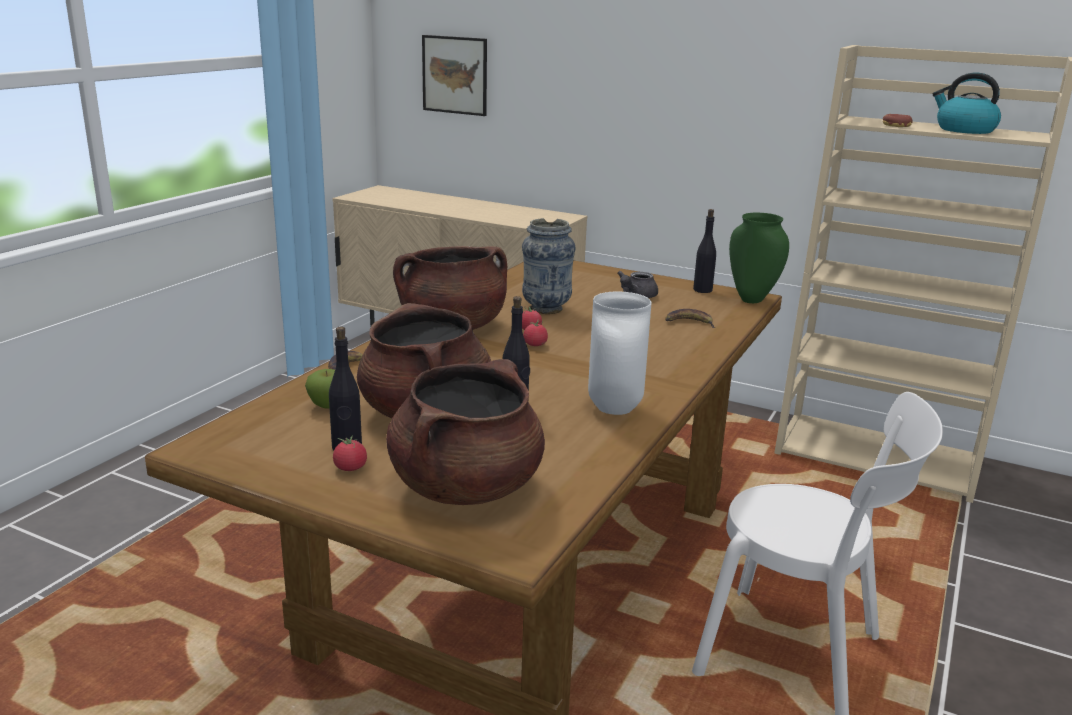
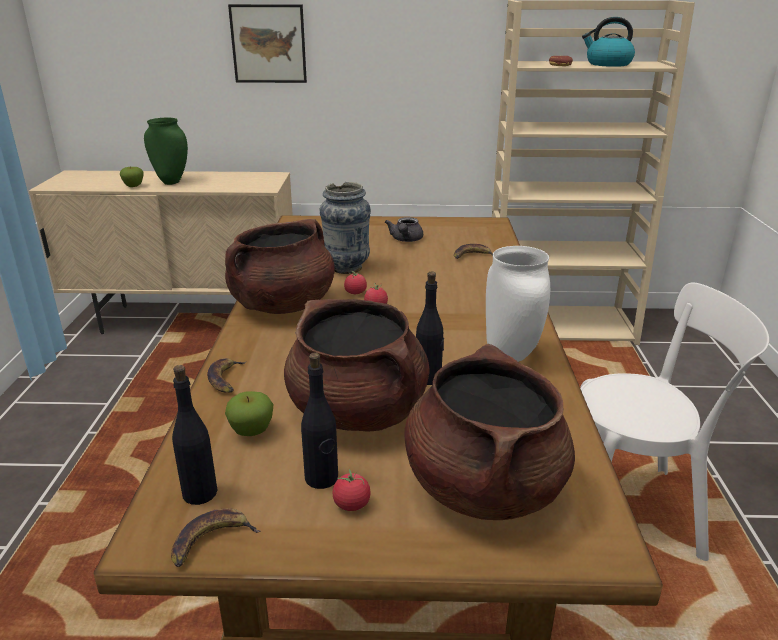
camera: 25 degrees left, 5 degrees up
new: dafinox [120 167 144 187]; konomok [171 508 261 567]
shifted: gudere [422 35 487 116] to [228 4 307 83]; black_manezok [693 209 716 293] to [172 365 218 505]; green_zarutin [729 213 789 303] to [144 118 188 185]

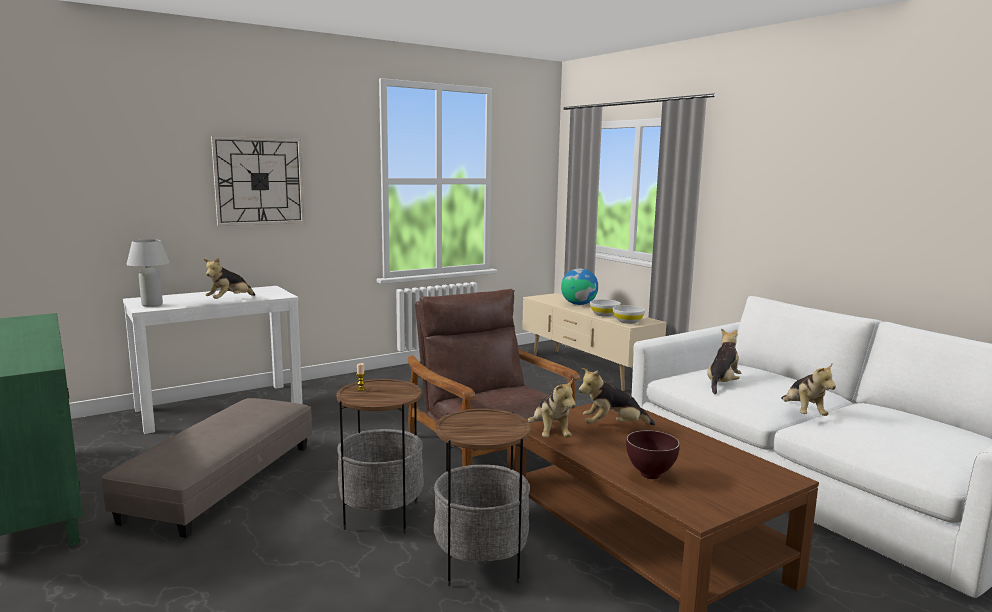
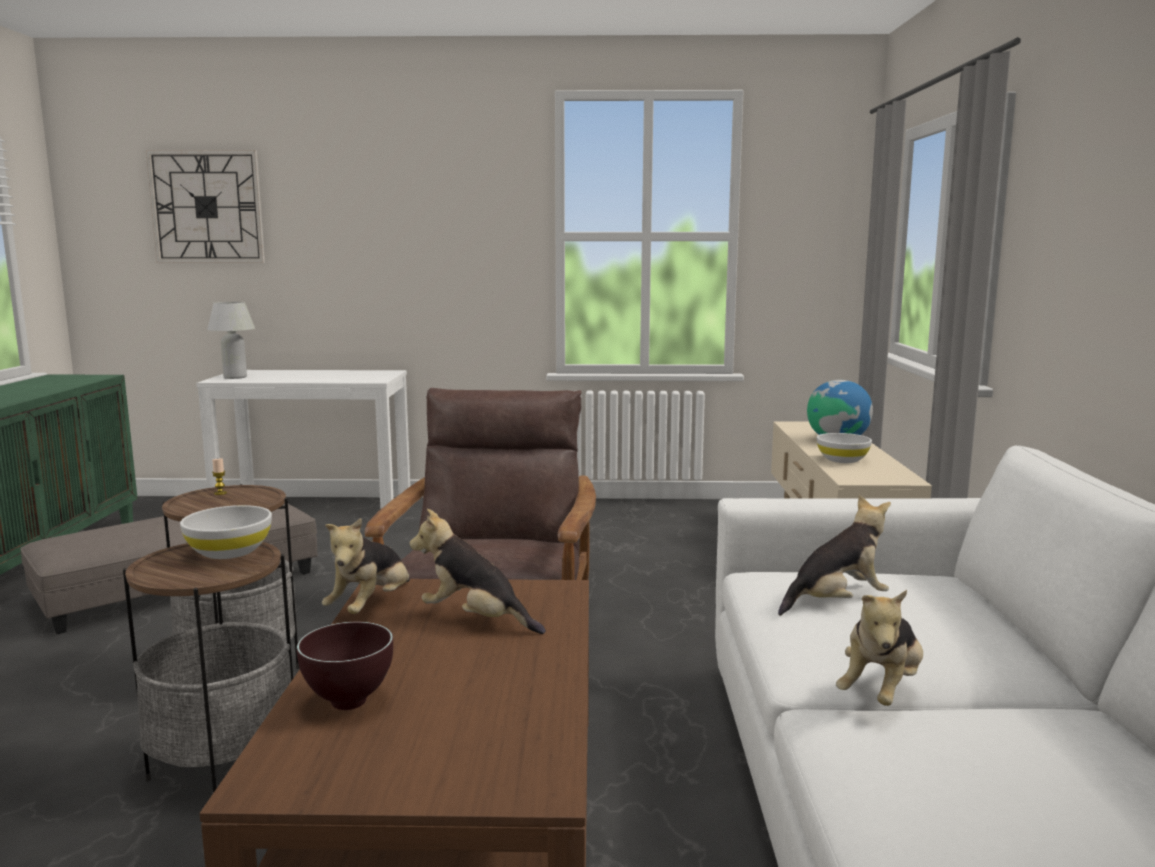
camera: 35 degrees right, 0 degrees up
gone: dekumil [204 257 255 299]
shifted: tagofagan [211 136 305 226] to [146 150 265 263]; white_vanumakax [613 306 645 324] to [180 505 272 559]

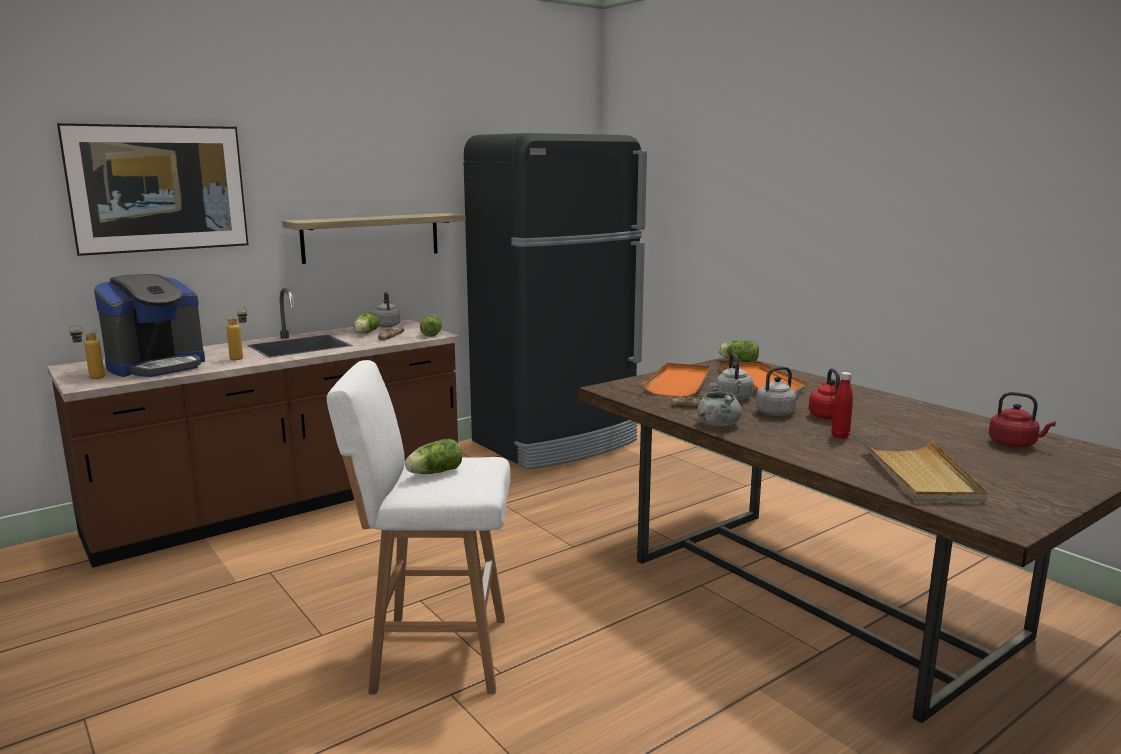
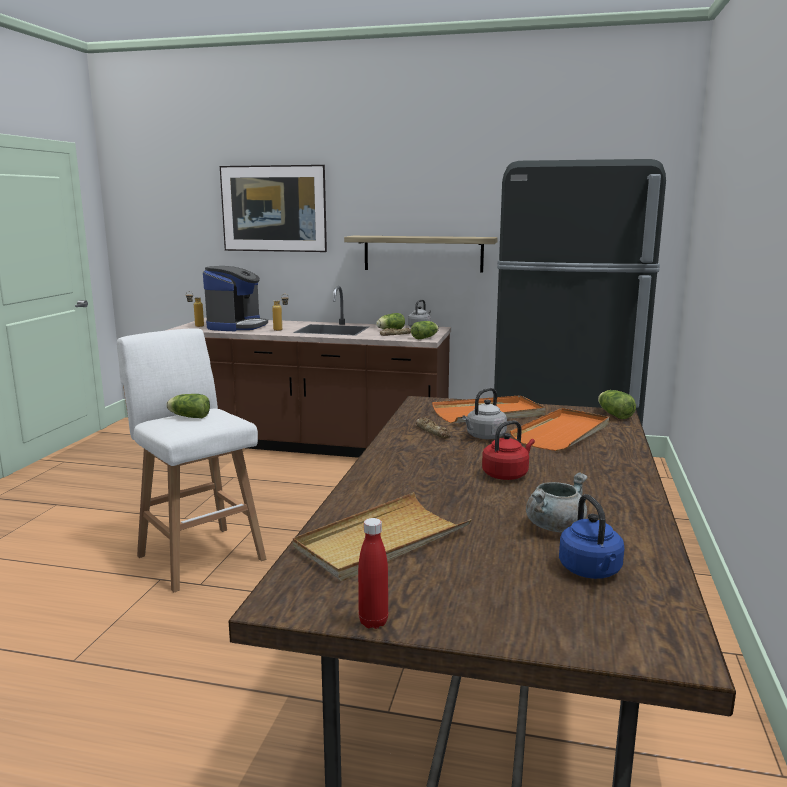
camera: 50 degrees right, 0 degrees up
gone: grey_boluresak [756 367 805 416]
shifted: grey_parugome [697 383 742 426] to [526 472 588 532]; red_manezok [831 372 853 439] to [358 518 388 629]
repainted: red_boluresak [989 392 1056 447] to blue_boluresak [559 494 624 579]
rotated: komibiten [94 274 205 377] = [203 266 268 331] 75 degrees counterclockwise

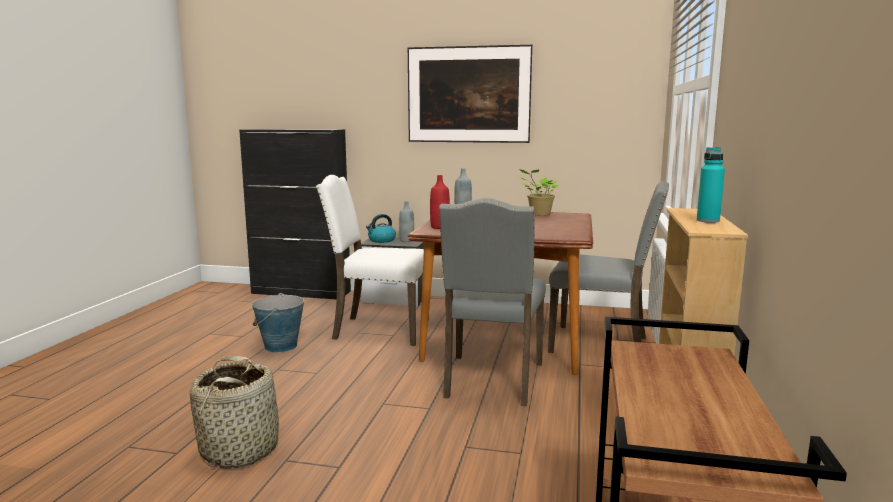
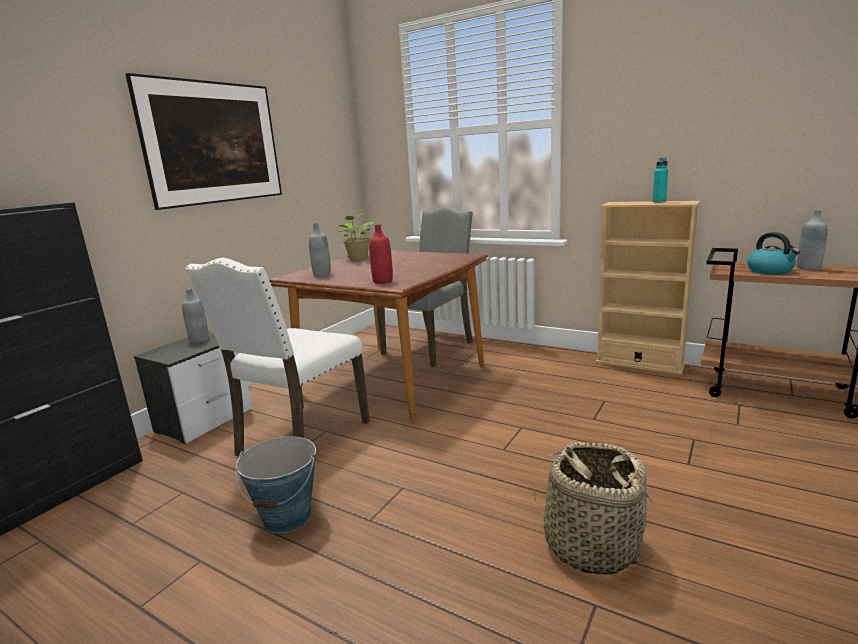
camera: 70 degrees left, 5 degrees up
gone: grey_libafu [439 198 546 406]
new: grey_manezok [797 209 828 270]
shifted: boluresak [366 214 396 243] to [747 232 800 274]

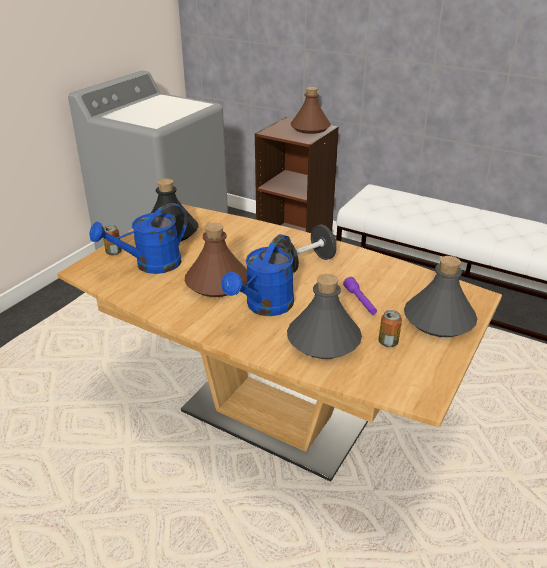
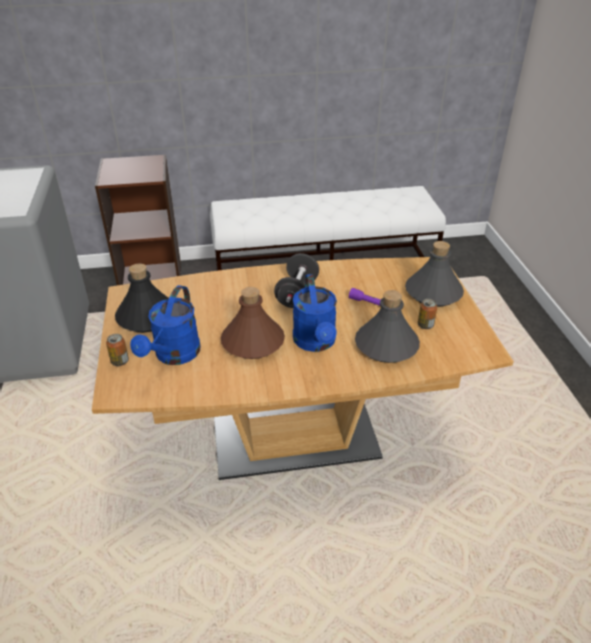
camera: 40 degrees left, 5 degrees up
gone: brown_manezok [290 87 331 134]

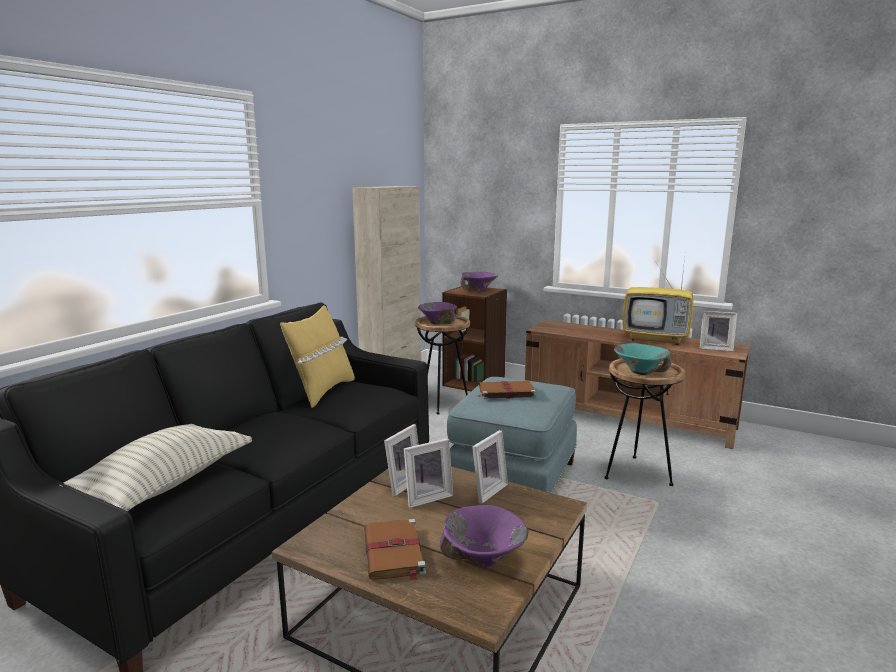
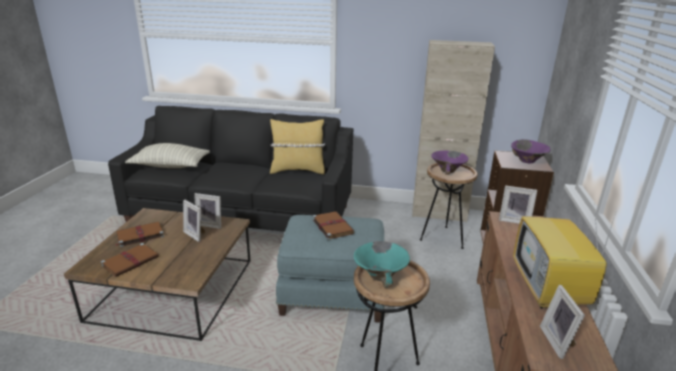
camera: 70 degrees right, 10 degrees up
shifted: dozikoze [472 430 508 504] to [499 185 537 224]
swapped: purple_vanumakax [440 505 528 568] to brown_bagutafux [101 243 159 277]

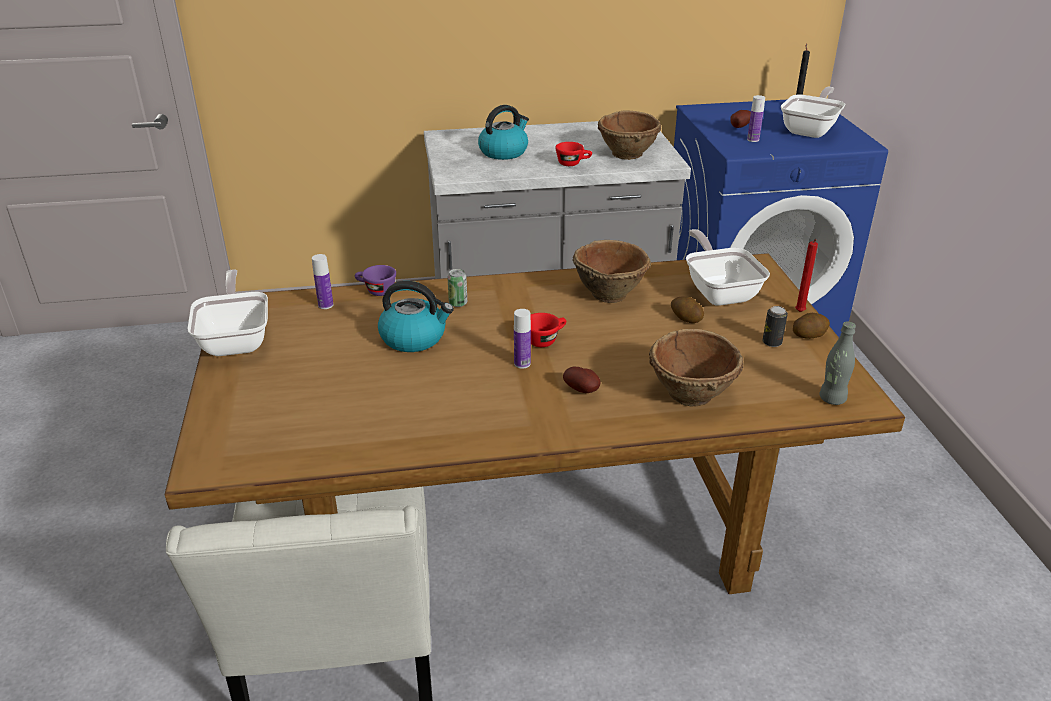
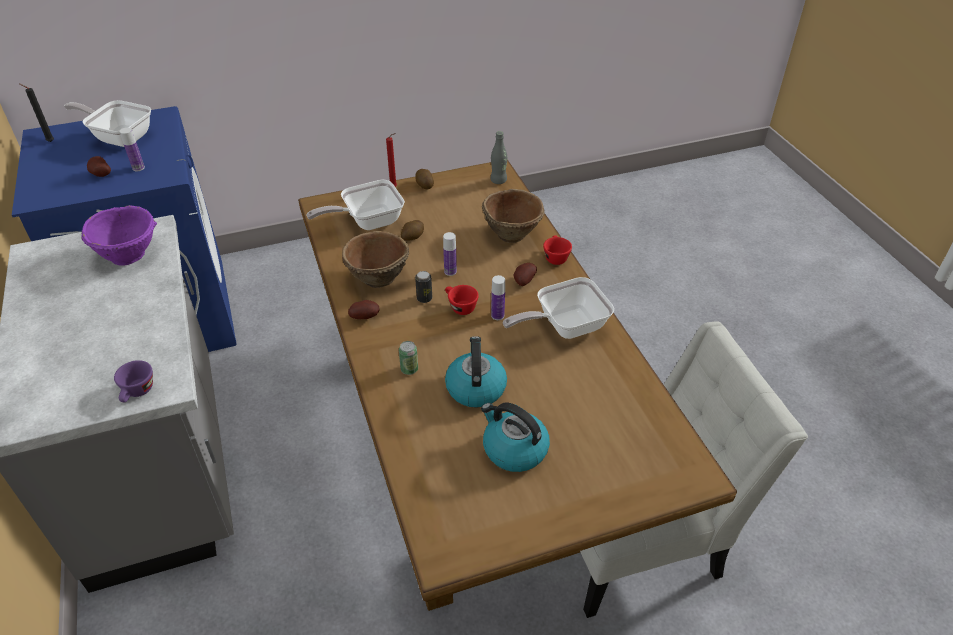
camera: 100 degrees left, 10 degrees up
new: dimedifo [348 300 380 319]
shifted: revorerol [187 269 268 356] to [503 277 614 339]; manezok [312 254 333 309] to [443 232 457 276]; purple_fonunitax [355 265 396 296] to [114 360 153 402]; boluresak [478 105 529 160] to [481 403 550 472]; red_fonunitax [555 142 592 166] to [543 235 572 265]; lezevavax [763 306 788 347] to [415 271 432 303]
repainted: brown_vanumakax [598 111 661 160] to purple_vanumakax [81 205 157 265]

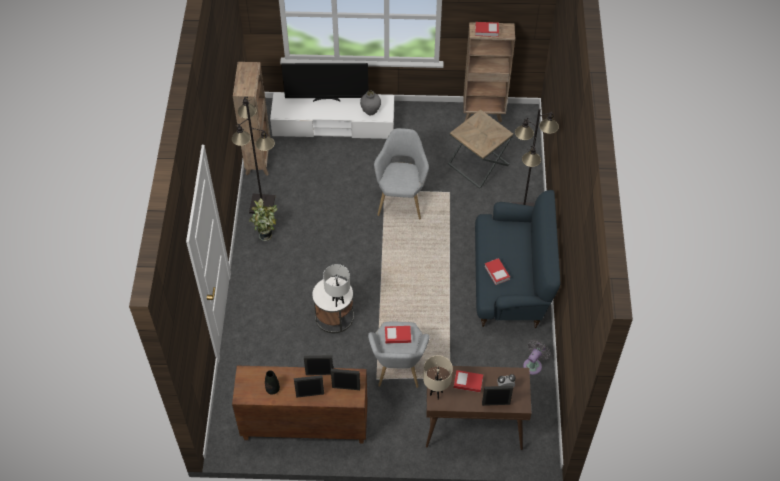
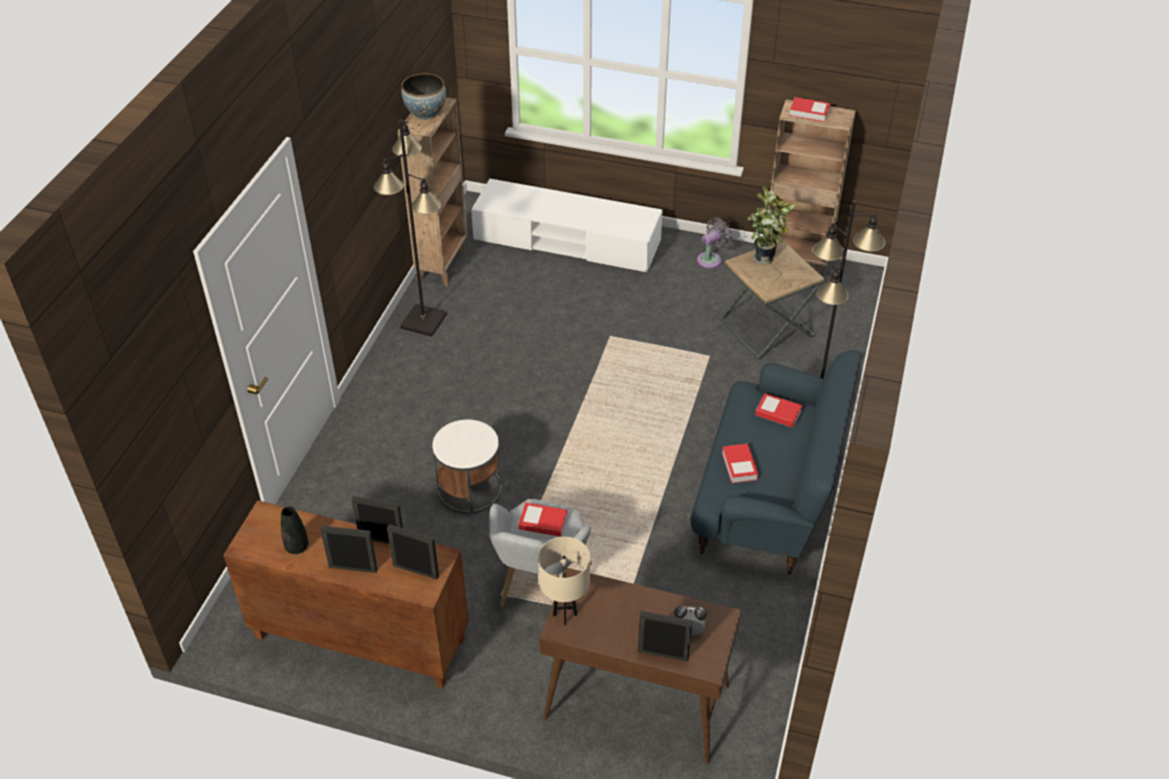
camera: 15 degrees right, 10 degrees down
gone: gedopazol [281 63 368 102]; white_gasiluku [323 264 350 307]; grey_zarutin [360 91 381 115]; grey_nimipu [374 128 429 219]
new: vanumakax [401 74 446 120]
shifted: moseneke [249 198 278 241] to [747 184 796 265]; bagutafux [454 370 483 392] to [755 393 803 428]; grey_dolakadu [523 340 551 375] to [697 217 732 268]

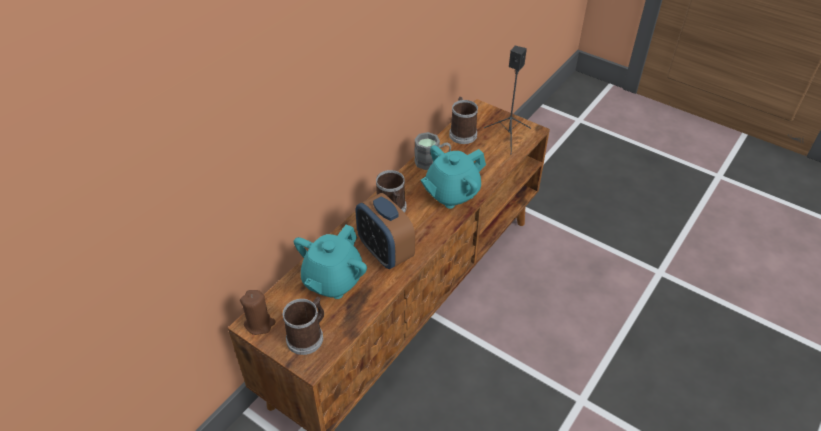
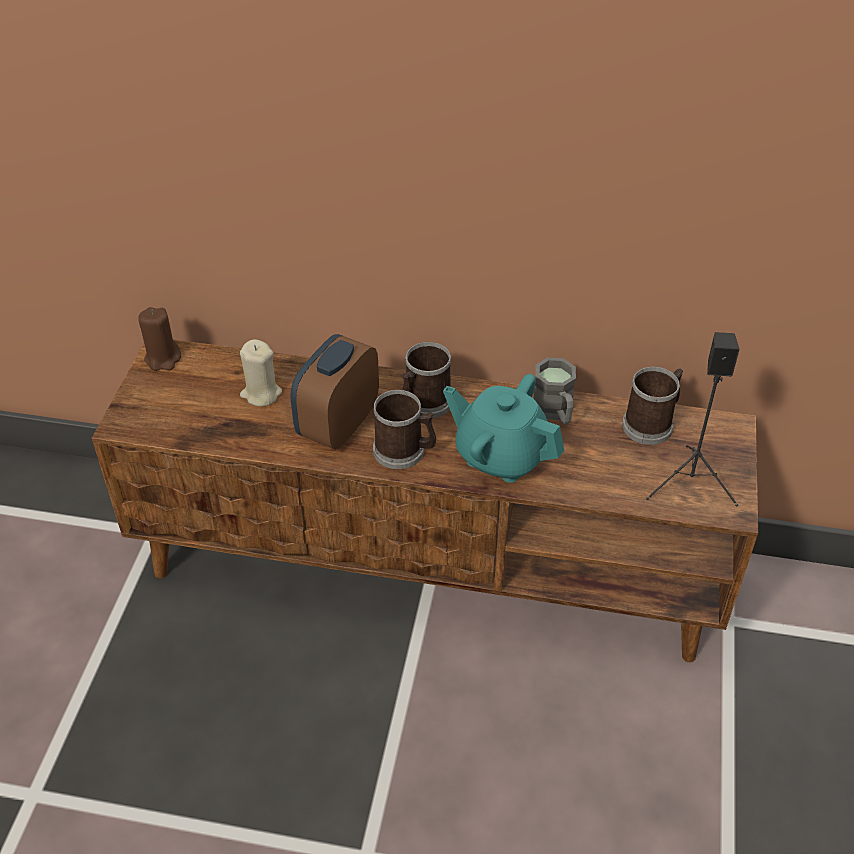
camera: 65 degrees right, 0 degrees up
shifted: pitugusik [282 297 324 355] to [373 390 436 469]
swapped: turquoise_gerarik [294 224 367 299] to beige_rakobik [240 339 282 406]

